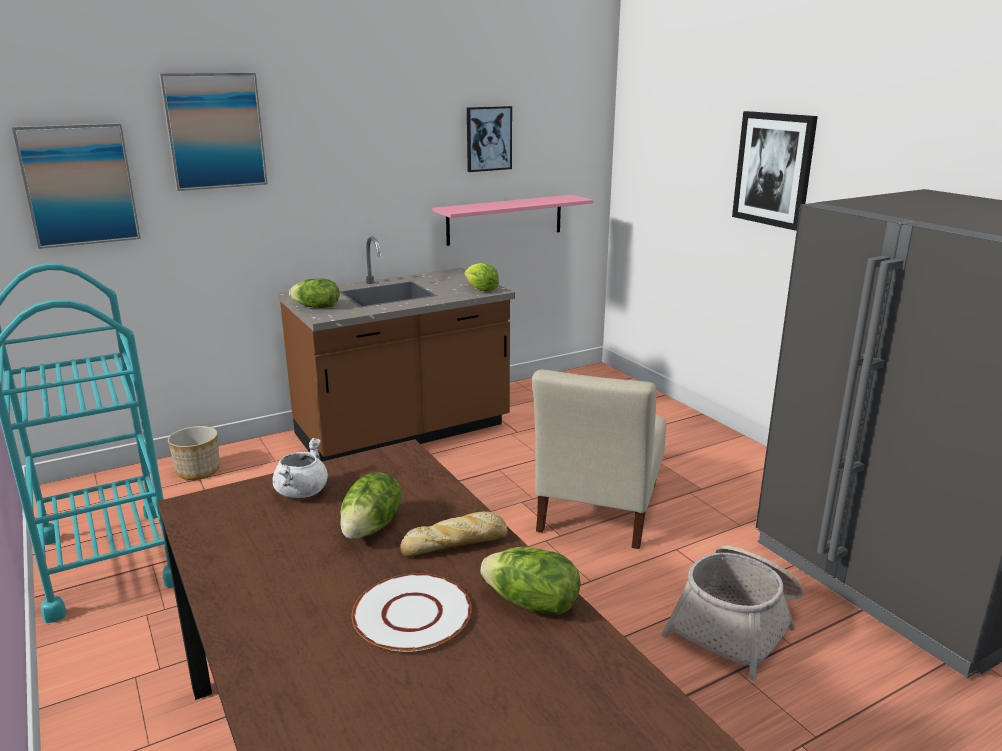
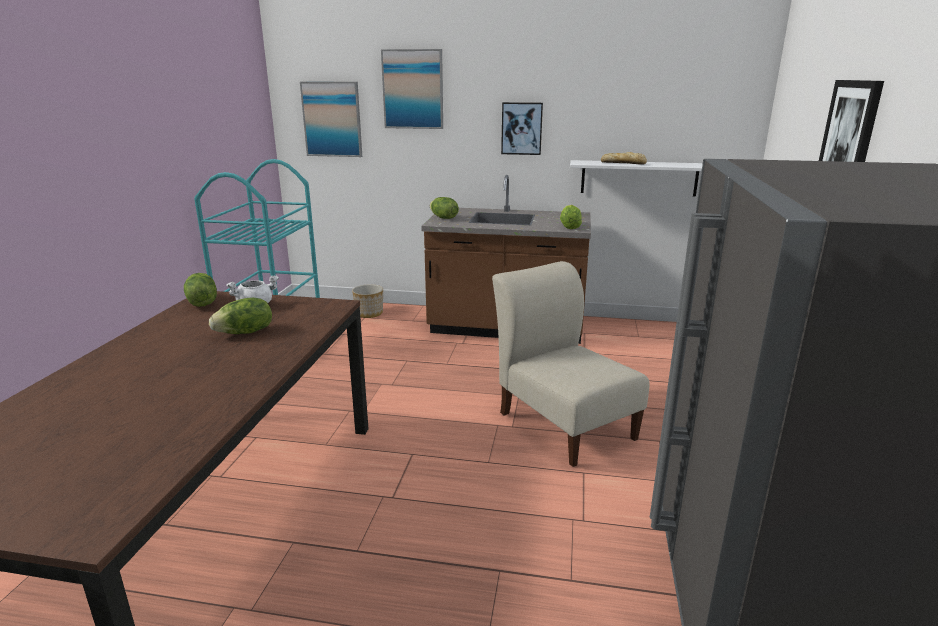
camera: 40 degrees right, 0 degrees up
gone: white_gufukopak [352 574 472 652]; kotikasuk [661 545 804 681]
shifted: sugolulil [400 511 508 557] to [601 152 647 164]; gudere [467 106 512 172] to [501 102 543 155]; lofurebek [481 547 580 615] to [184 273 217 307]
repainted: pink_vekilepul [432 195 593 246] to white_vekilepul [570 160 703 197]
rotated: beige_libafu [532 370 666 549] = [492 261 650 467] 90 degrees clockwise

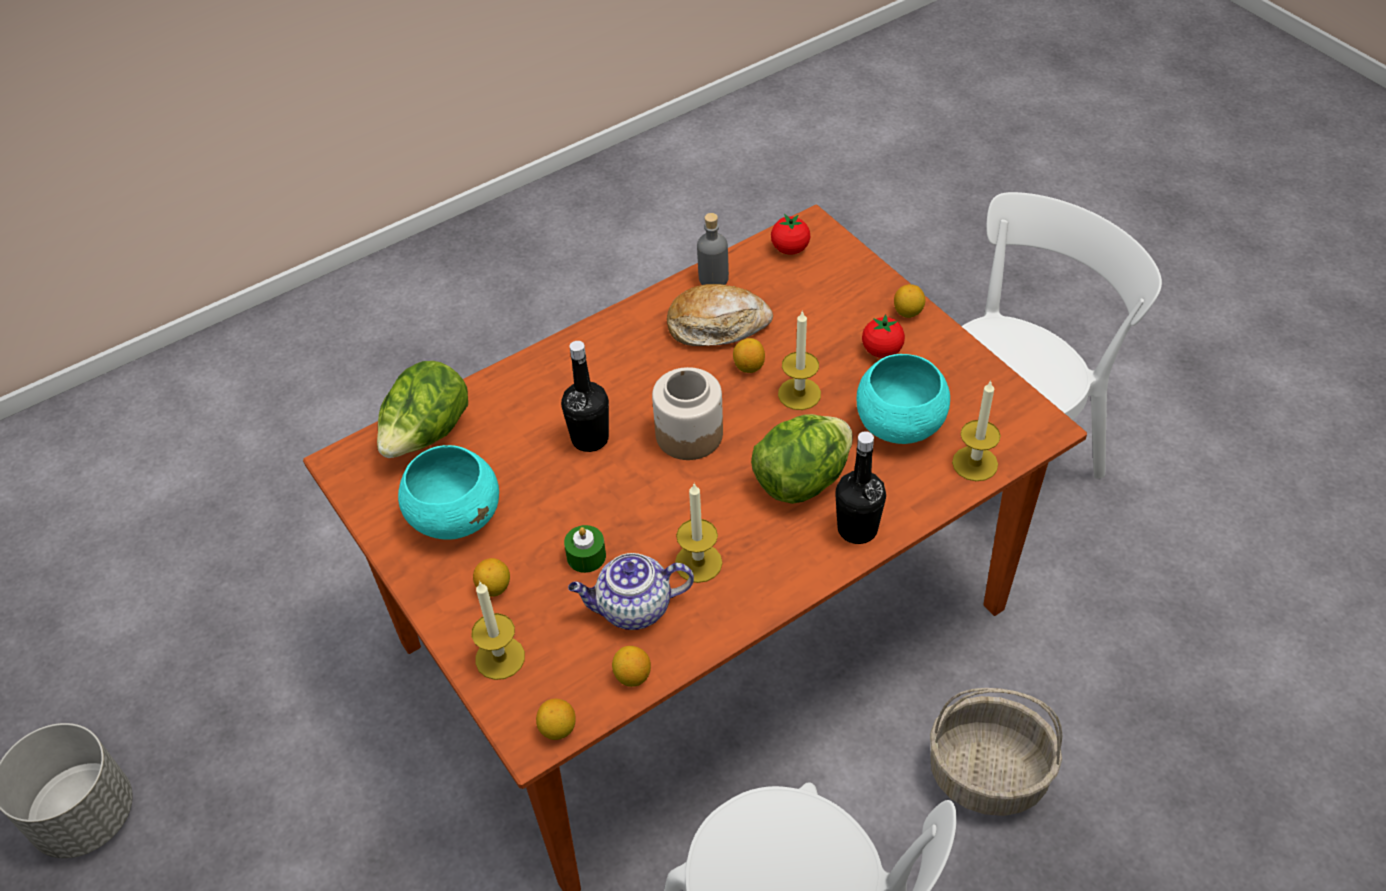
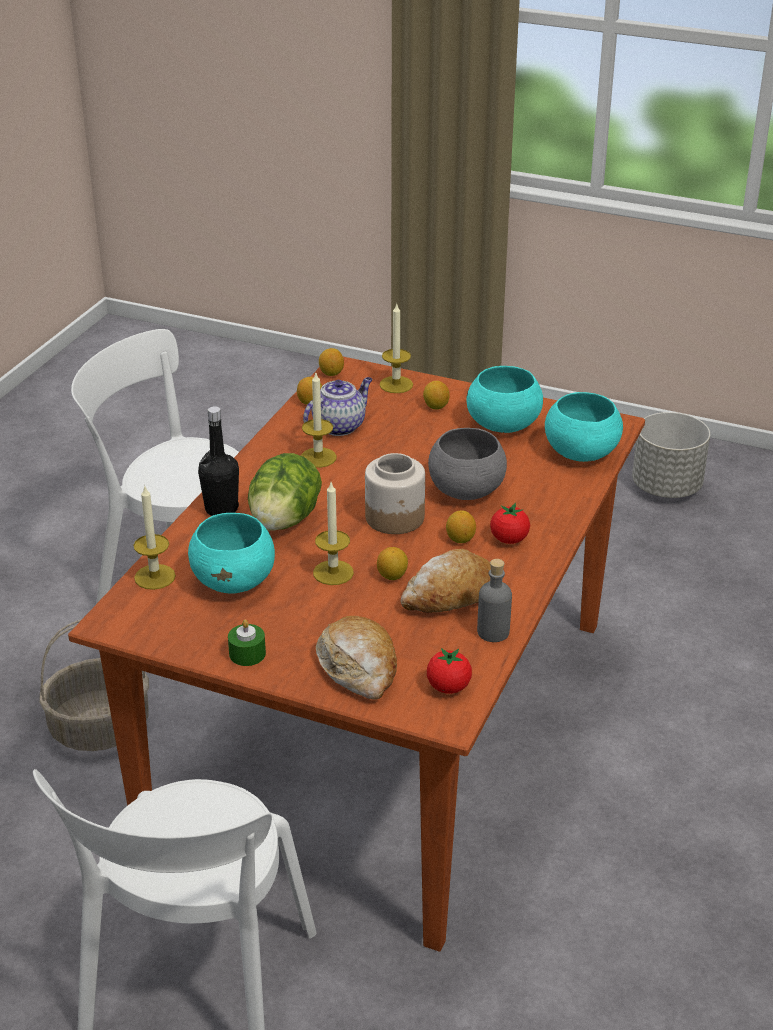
camera: 145 degrees right, 15 degrees down
new: sugolulil [316 616 397 700]
shifted: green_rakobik [564 525 606 573] to [228 619 266 666]; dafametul [862 314 905 358] to [490 503 530 544]; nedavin [894 284 925 318] to [446 510 476 543]
swapped: lofurebek [377 361 468 458] to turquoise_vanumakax [545 392 623 462]; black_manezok [561 341 609 452] to grey_vanumakax [428 428 507 500]

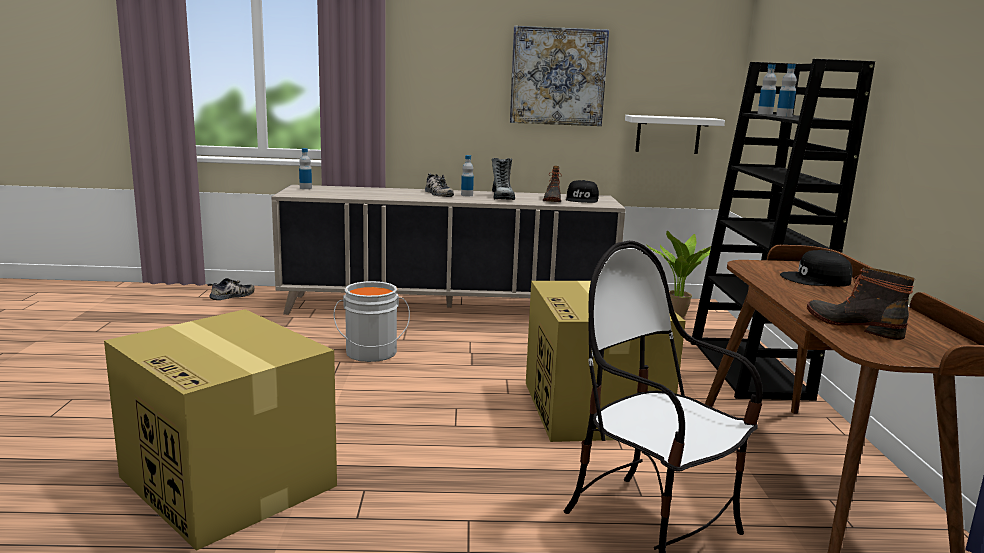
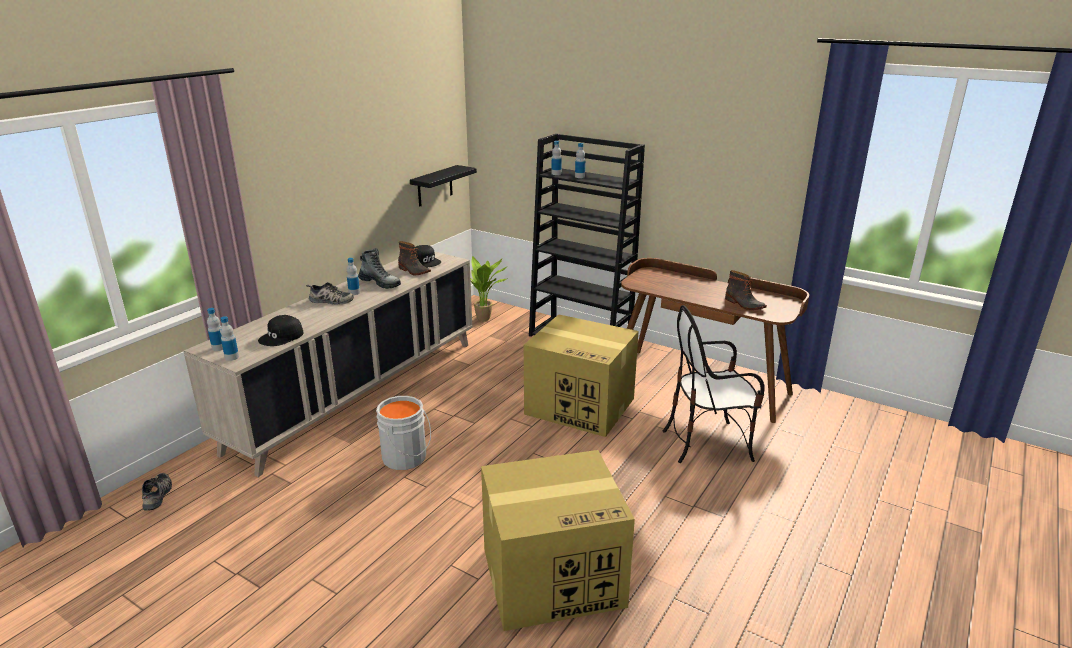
camera: 55 degrees left, 10 degrees up
gone: gudere [510 26 609 126]
new: manezok [220 316 239 361]
shifted: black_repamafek [780 250 852 287] to [258 315 303 346]
repainted: white_vekilepul [625 115 725 154] to black_vekilepul [410 165 477 207]
rotated: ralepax [807 268 915 340] = [725 270 767 310] 120 degrees counterclockwise

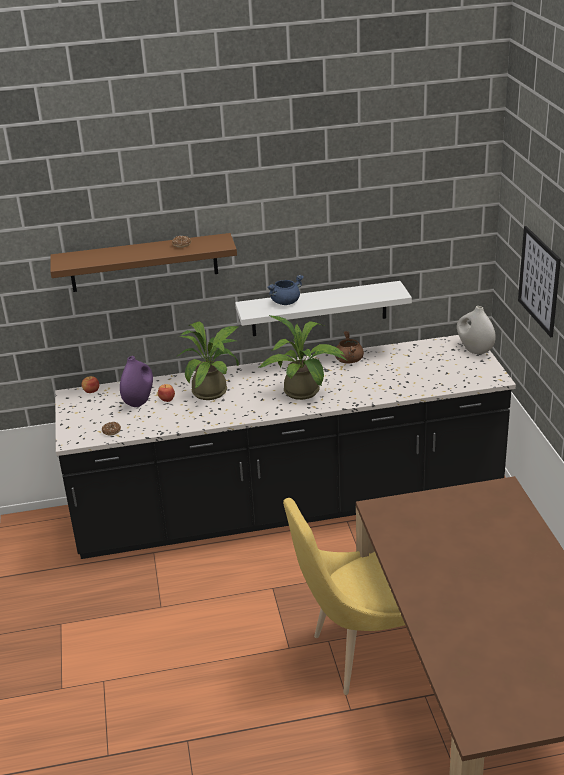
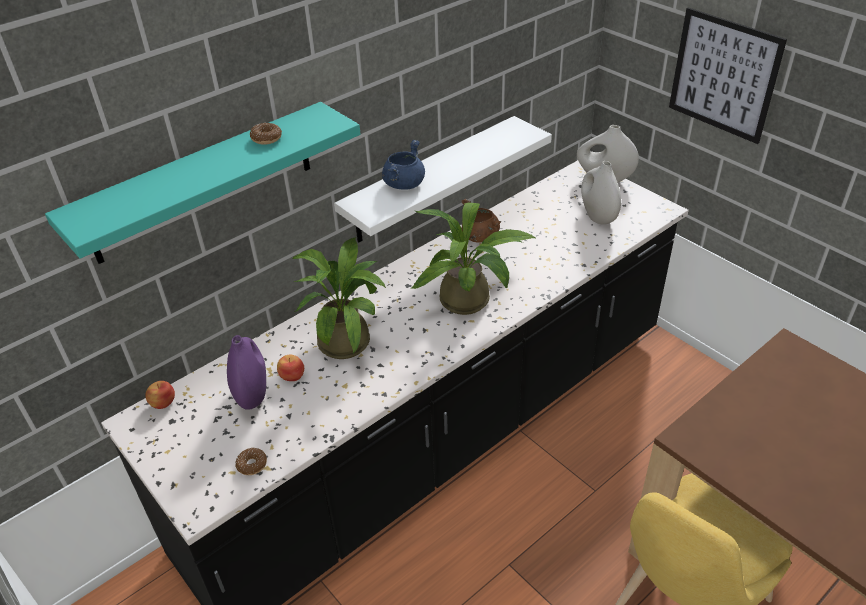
camera: 30 degrees left, 10 degrees up
new: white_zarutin [581 161 621 225]
repainted: brown_vekilepul [50 233 237 292] to turquoise_vekilepul [45 102 360 264]

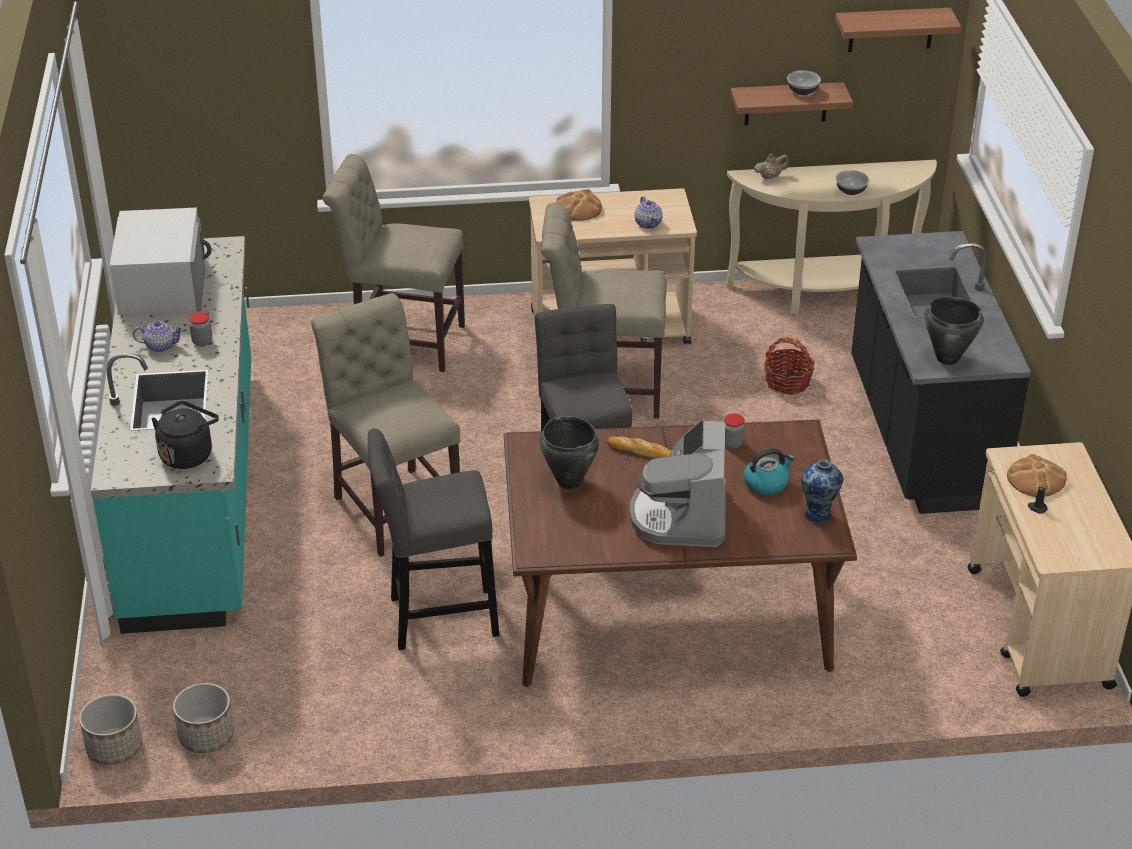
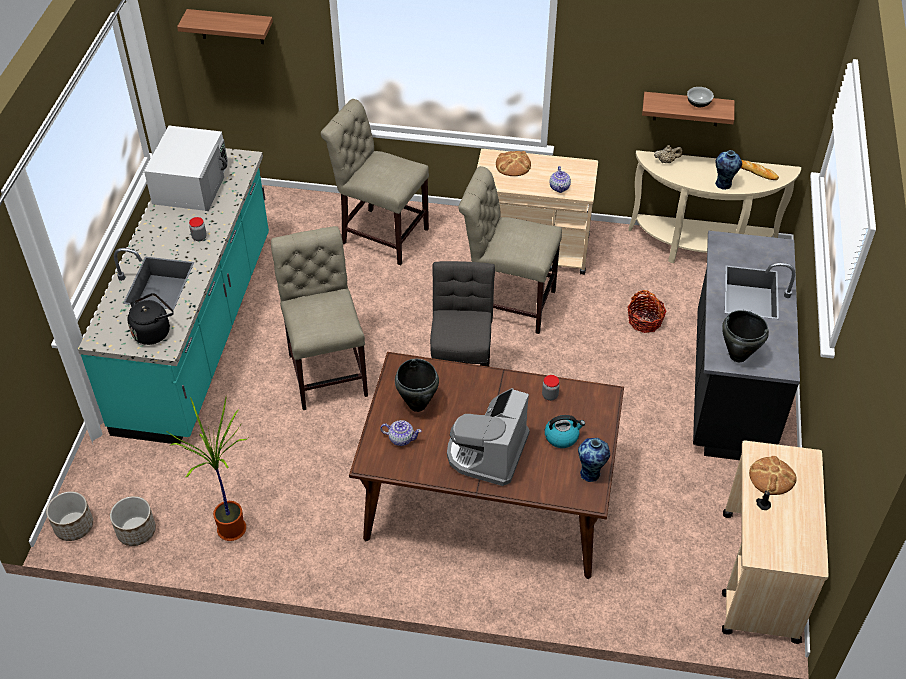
camera: 15 degrees right, 10 degrees up
gone: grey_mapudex [368 428 499 650]
new: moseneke [168 397 248 541]
shifted: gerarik [133 321 184 352] to [380 420 421 446]; sugolulil [607 436 671 459] to [741 160 779 180]; vekilepul [835 8 961 52] to [177 9 273 44]
swapped: vanumakax [836 170 869 195] to zarutin [715 150 742 190]

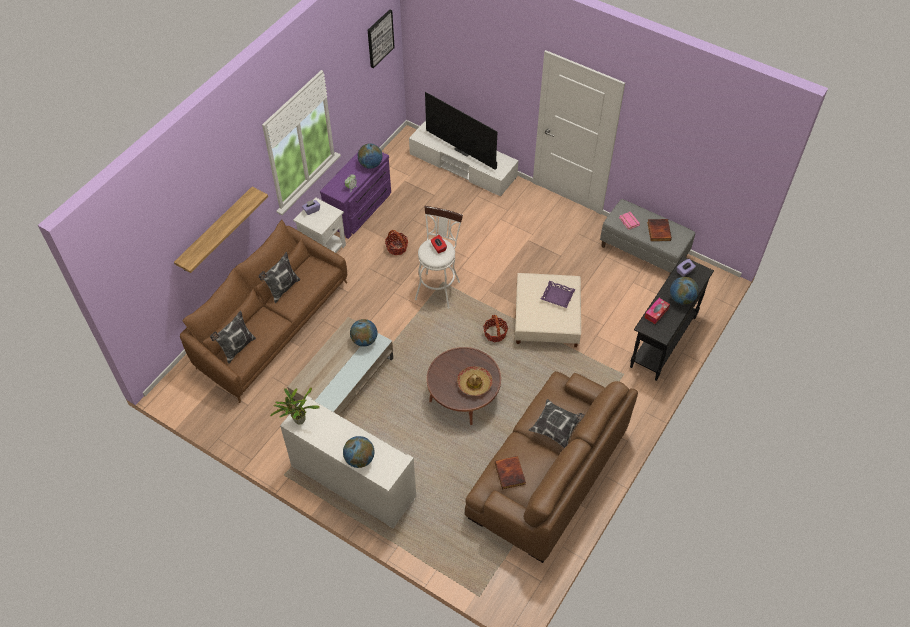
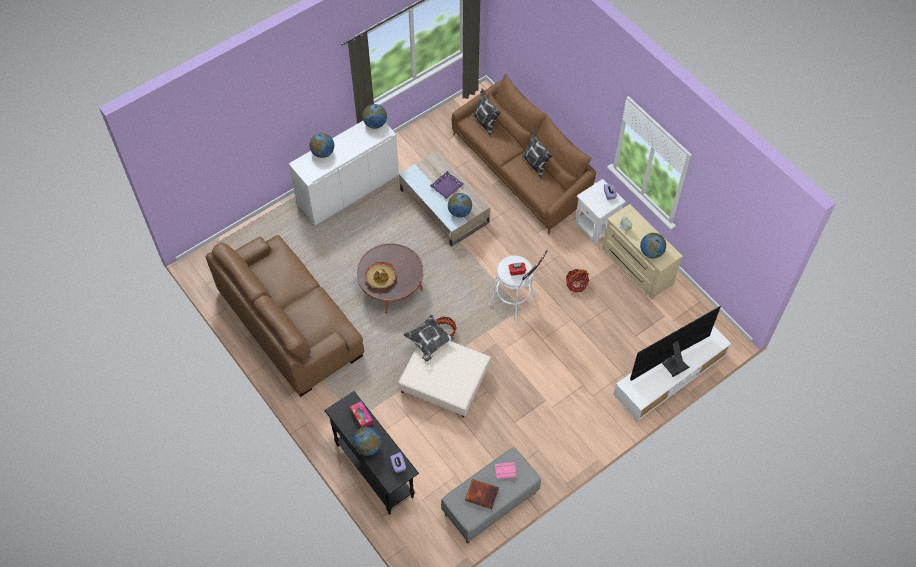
camera: 110 degrees right, 5 degrees up
gone: vekilepul [174 187 268 273]; gudere [368 10 395 68]; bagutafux [495 456 526 490]
shifted: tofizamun [528 399 585 448] to [403 314 455 362]; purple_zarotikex [541 281 576 308] to [430 171 464 199]
swapped: moseneke [270 387 320 424] to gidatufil [363 104 387 129]
repainted: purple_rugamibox [320 152 391 239] to beige_rugamibox [602 204 683 300]

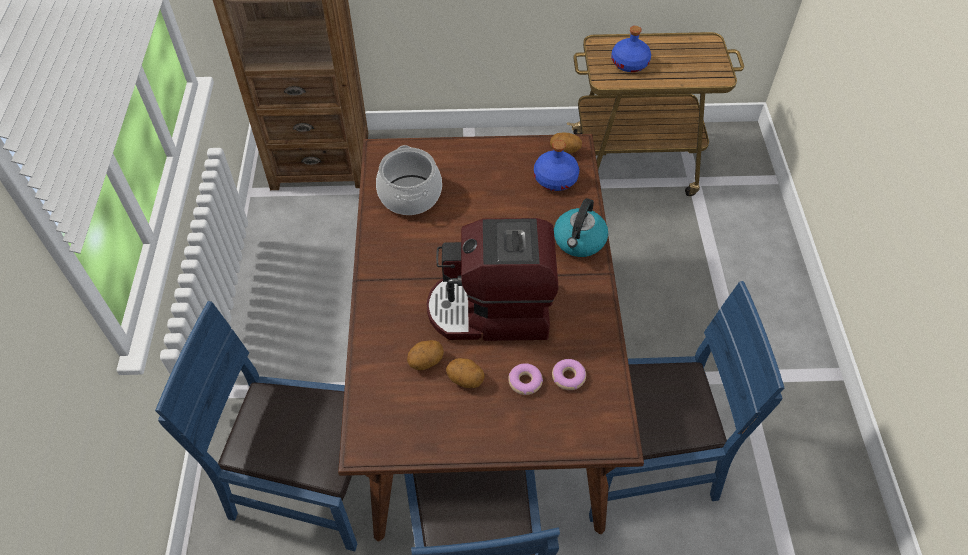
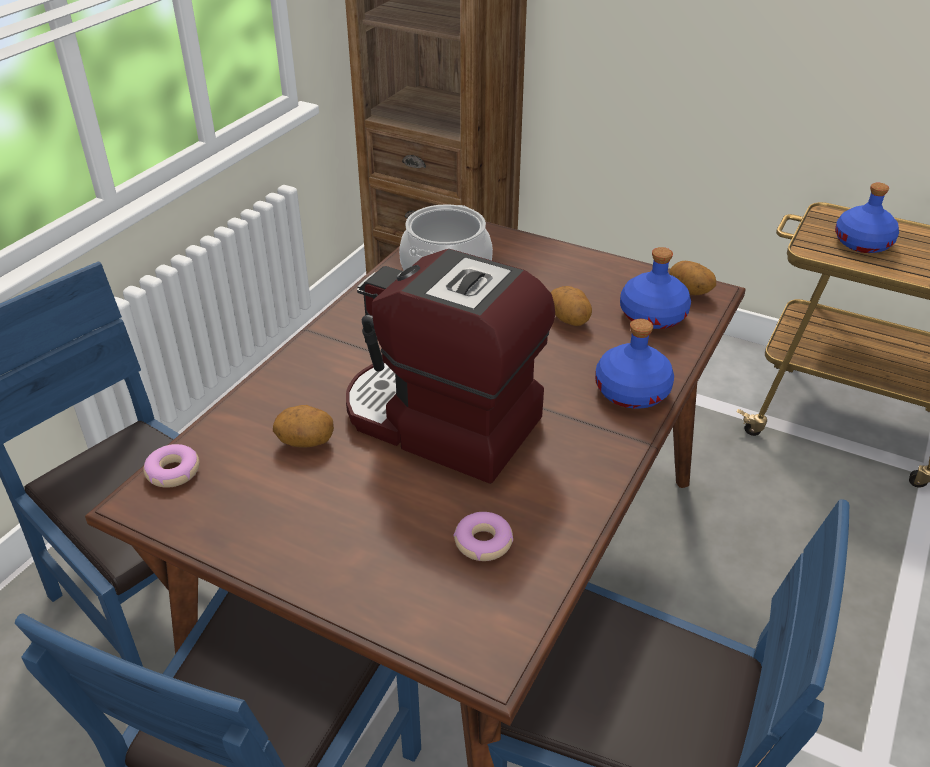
camera: 30 degrees right, 15 degrees down
shifted: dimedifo [446 358 485 388] to [551 286 592 326]; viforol [508 363 543 395] to [143 444 199 488]
swapped: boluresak [554 198 608 257] to blue_manezok [595 319 674 409]

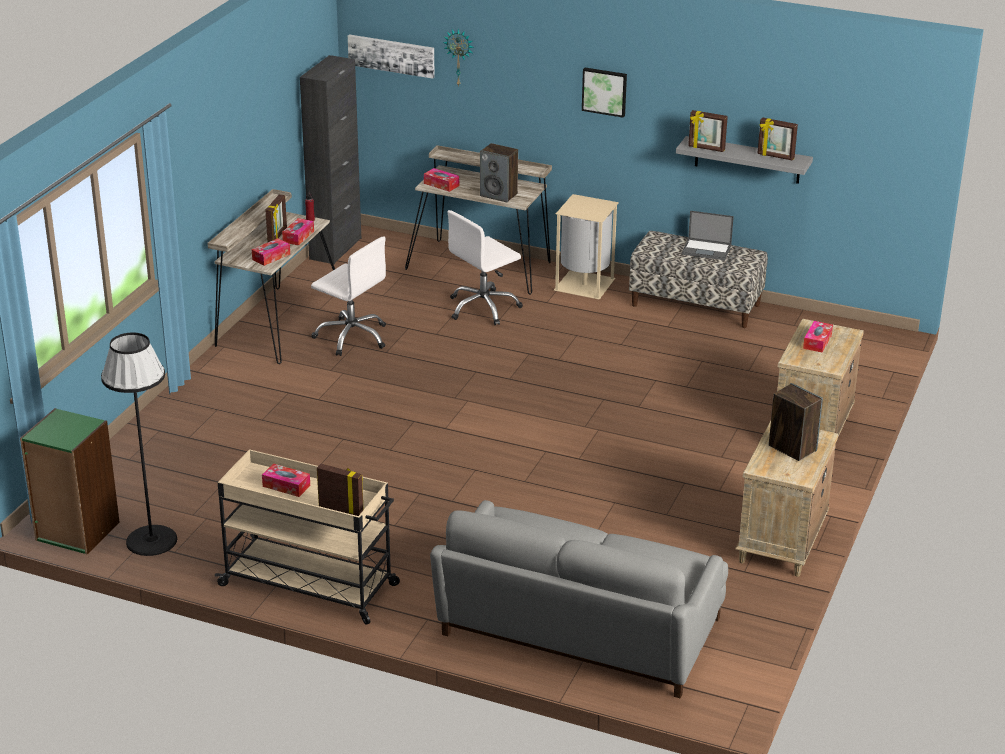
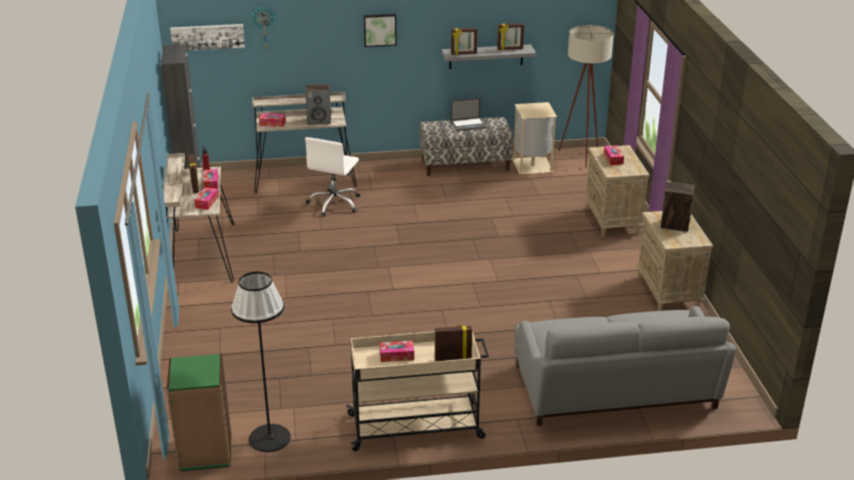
camera: 30 degrees left, 0 degrees up
gone: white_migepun [311 236 386 356]
new: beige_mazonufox [559 25 614 168]
shifted: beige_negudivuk [554 194 619 299] to [513 102 557 175]

